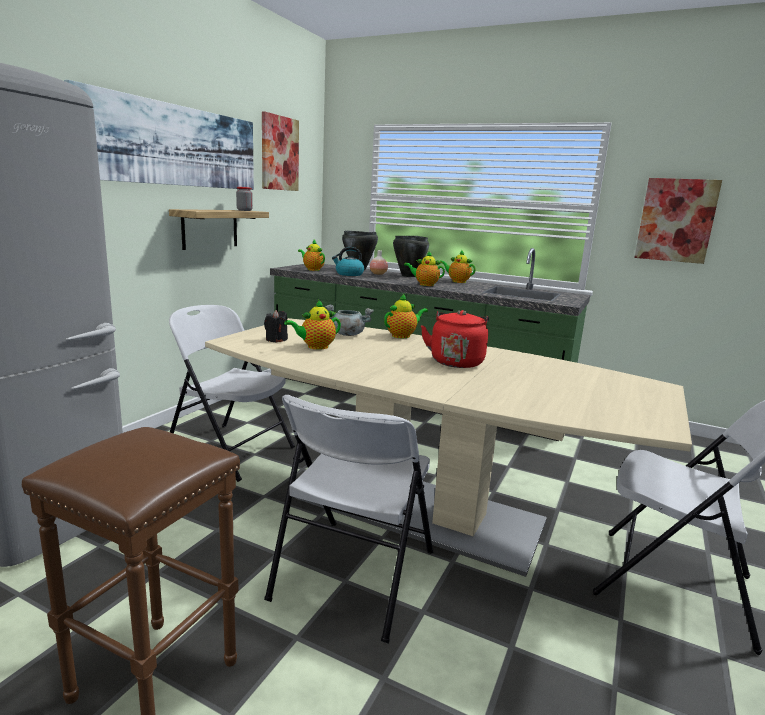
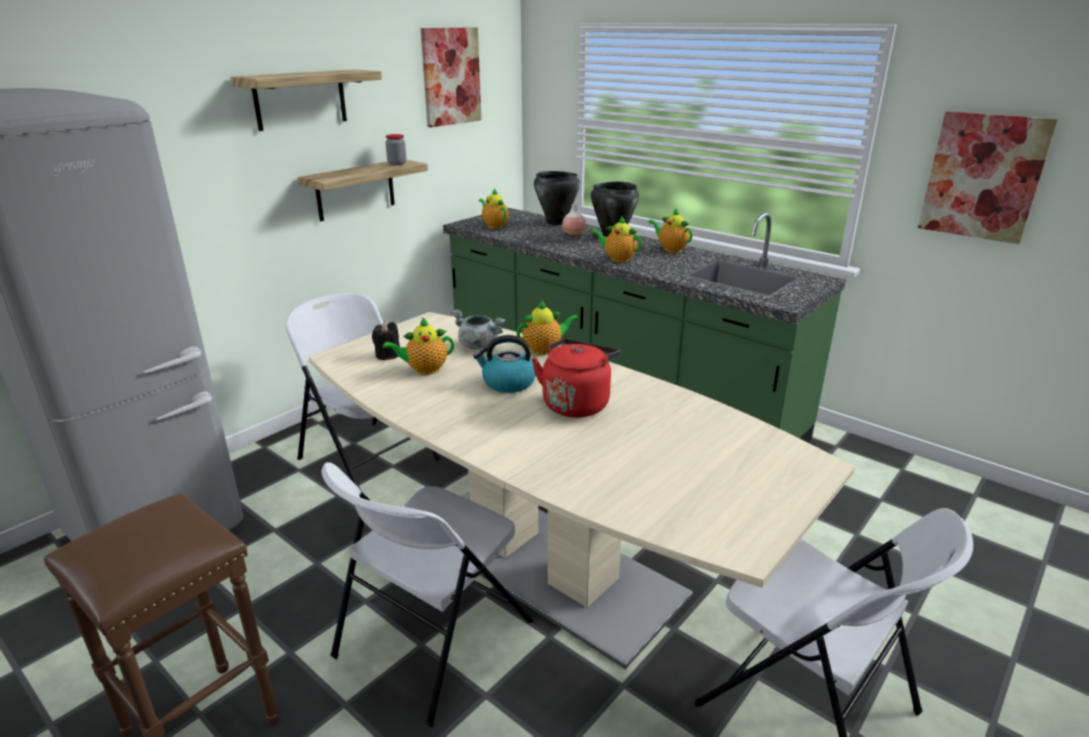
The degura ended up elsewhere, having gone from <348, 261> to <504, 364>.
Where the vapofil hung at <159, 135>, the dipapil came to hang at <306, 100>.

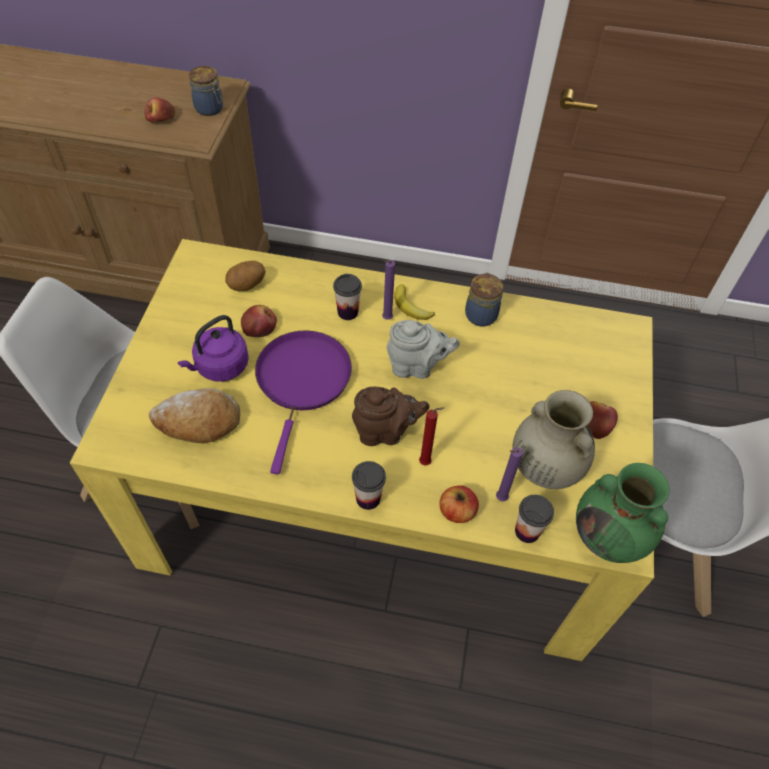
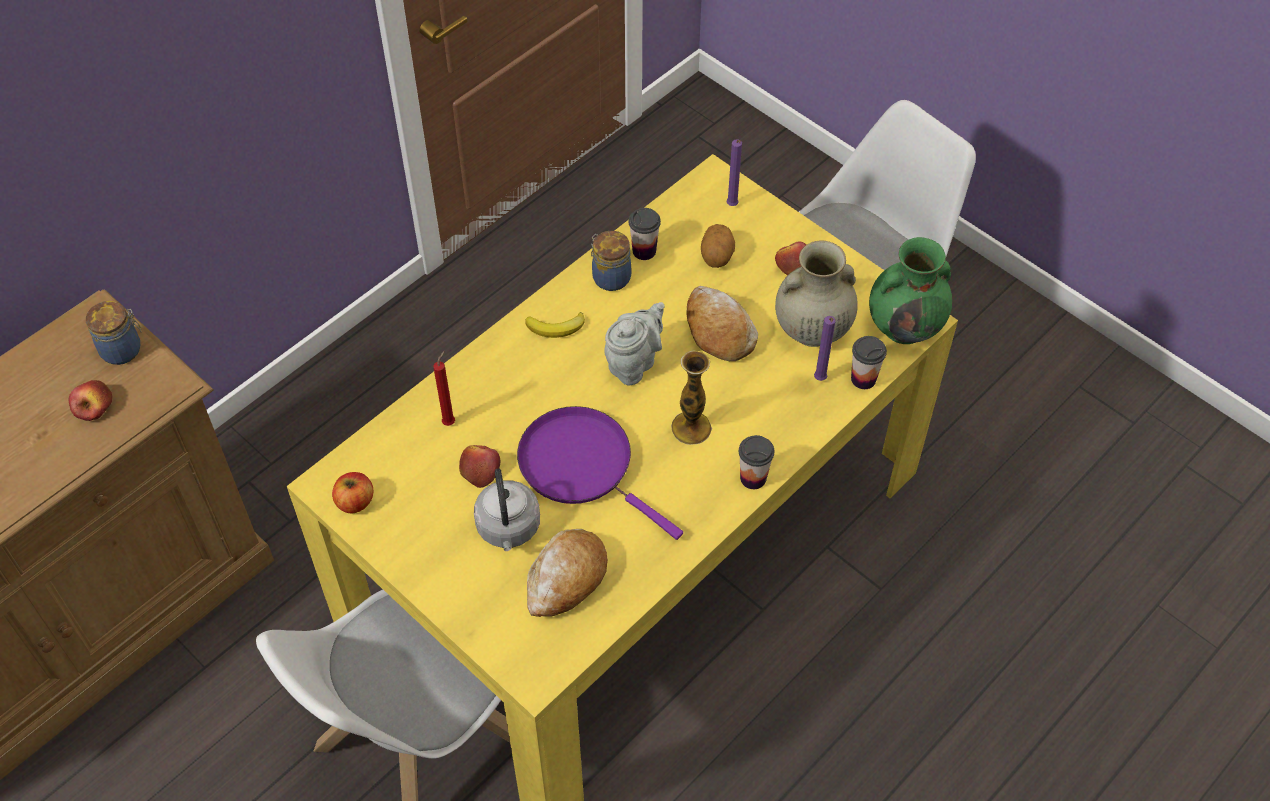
The second view gained the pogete at <722, 323>.
The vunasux ended up elsewhere, having gone from <246, 276> to <718, 246>.
The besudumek ended up elsewhere, having gone from <347, 297> to <645, 234>.
The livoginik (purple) ended up elsewhere, having gone from <388, 290> to <734, 172>.
The livoginik (red) ended up elsewhere, having gone from <431, 436> to <444, 388>.
The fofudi ended up elsewhere, having gone from <459, 504> to <352, 492>.
Where the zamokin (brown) stood at <391, 416>, the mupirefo came to stand at <691, 398>.
What was the degura (purple) at <213, 348> turned into the degura (grey) at <507, 509>.

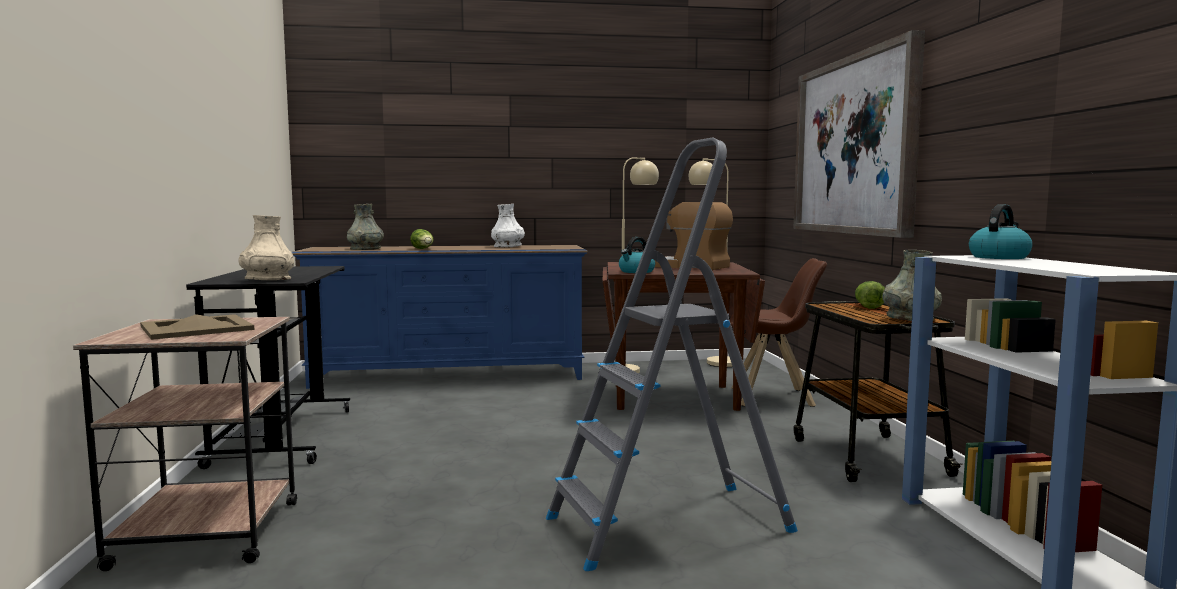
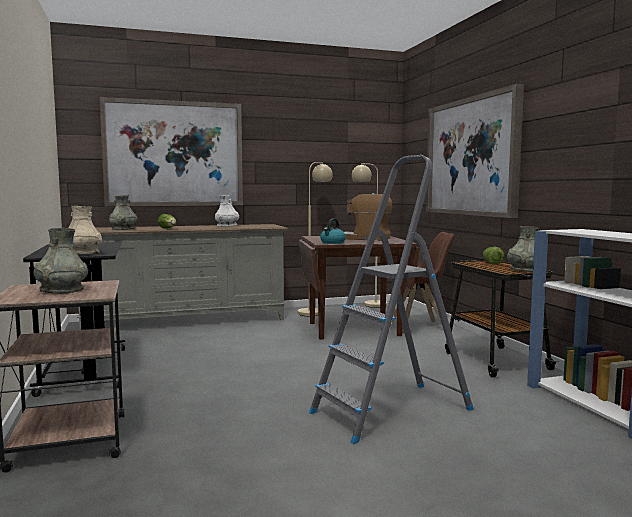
The second view lost the degura at <1001, 231>.
The second view gained the vapofil at <171, 152>.
Where the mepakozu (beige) stood at <197, 327>, the mupirefo (grey) came to stand at <60, 260>.
What was the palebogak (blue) at <440, 317> turned into the palebogak (grey) at <182, 277>.

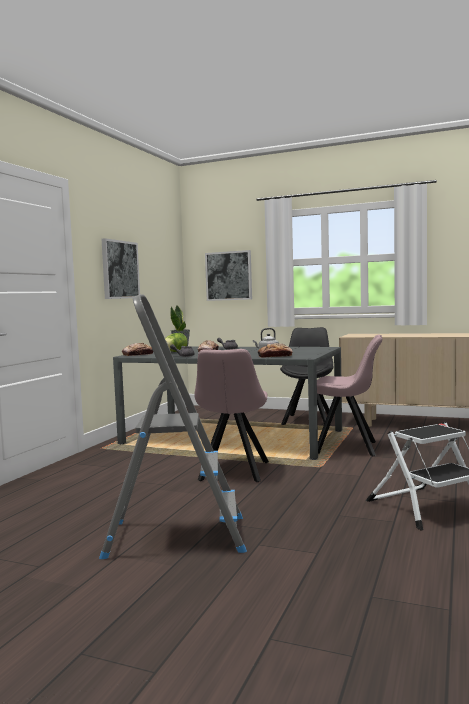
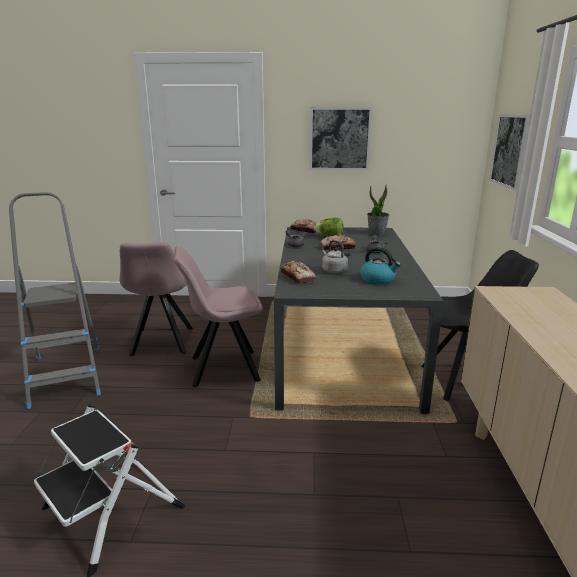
The second view gained the degura at <380, 265>.
The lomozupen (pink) ended up elsewhere, having gone from <349, 395> to <156, 299>.

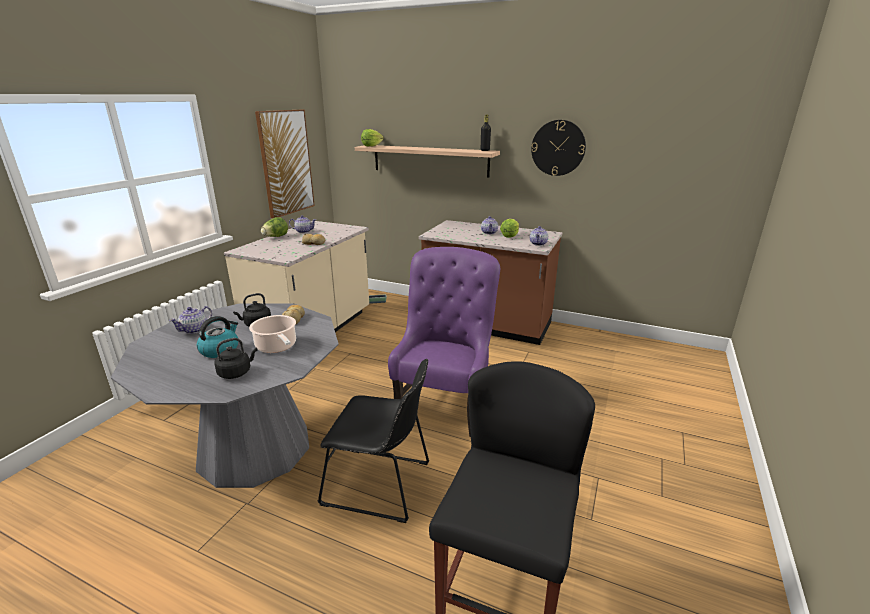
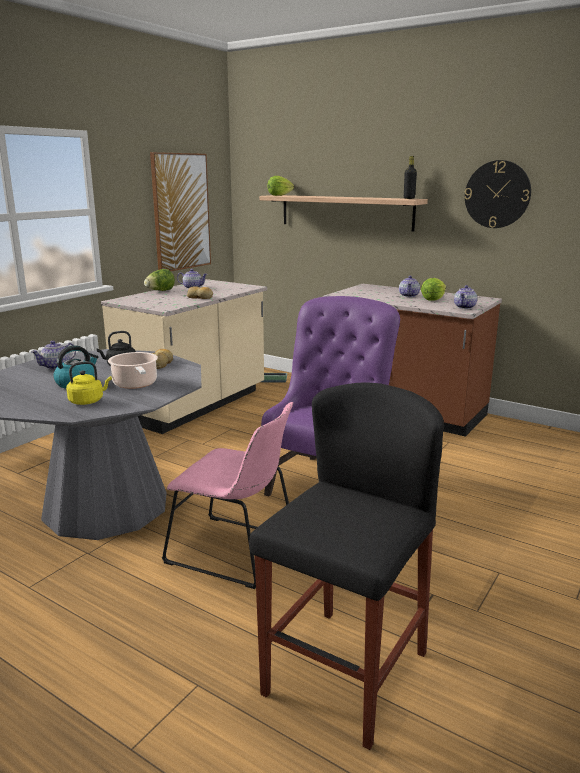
What was the degura (black) at <236, 358> turned into the degura (yellow) at <89, 383>.
What was the lomozupen (black) at <373, 441> turned into the lomozupen (pink) at <227, 495>.

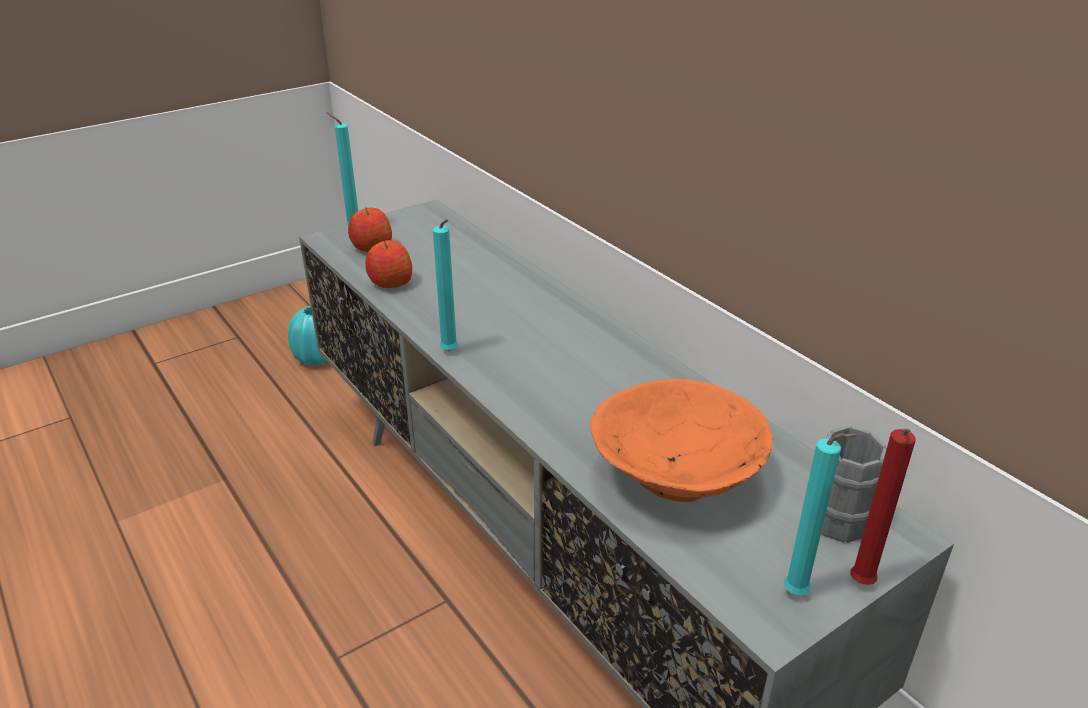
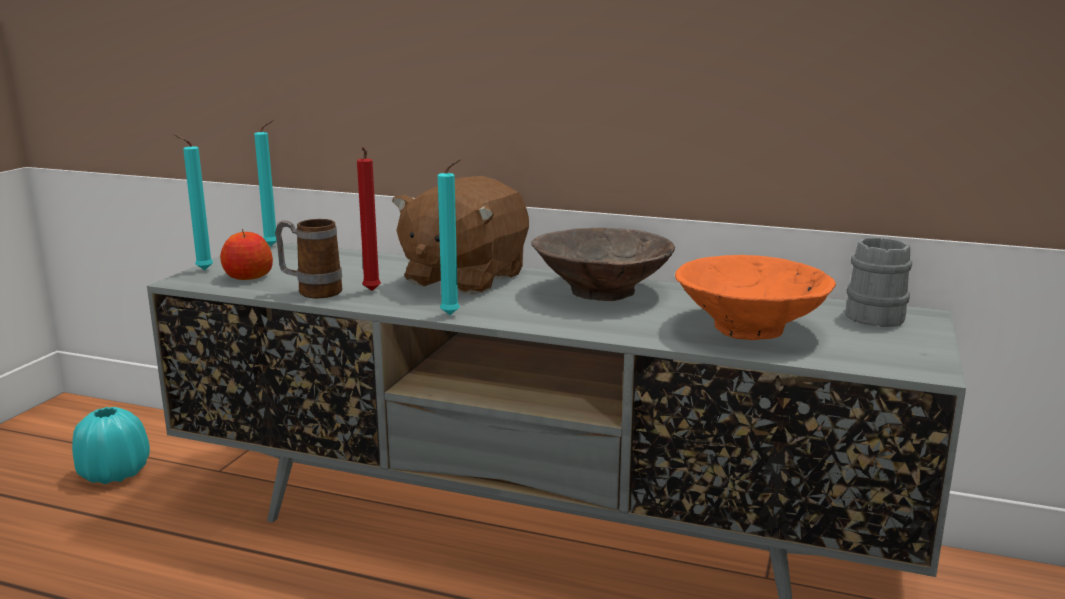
The second view gained the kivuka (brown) at <460, 235>.
The second view gained the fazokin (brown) at <603, 264>.
The livoginik (turquoise) ended up elsewhere, having gone from <821, 514> to <265, 183>.
The livoginik (red) ended up elsewhere, having gone from <883, 507> to <369, 219>.
Where the fofudi stood at <388, 264>, the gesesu came to stand at <308, 258>.

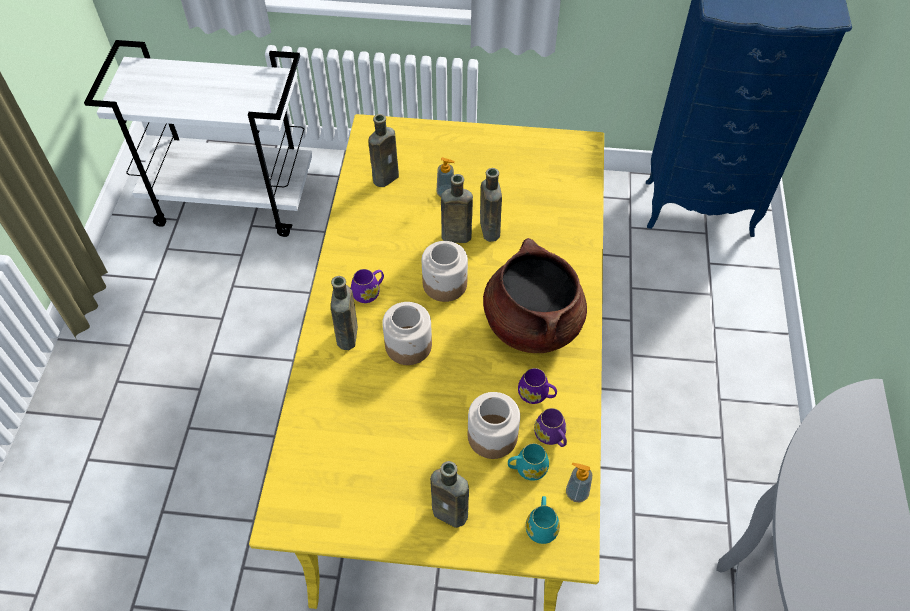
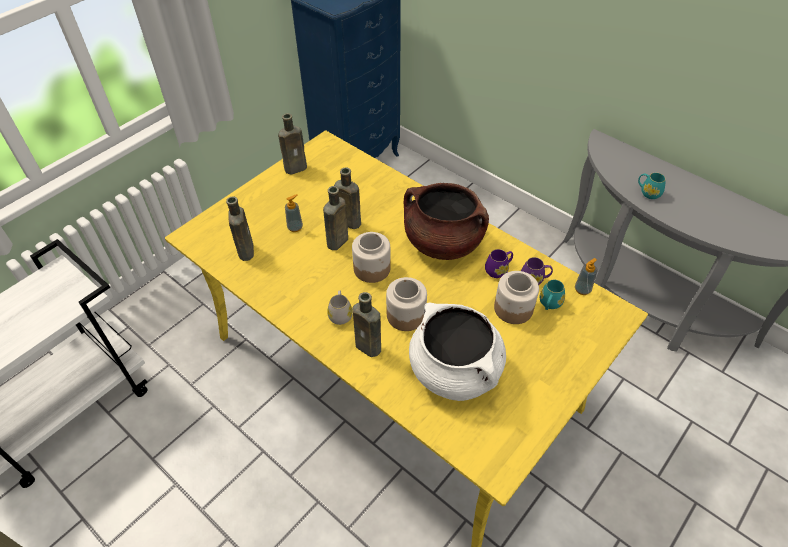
The second view gained the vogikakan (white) at <457, 352>.
The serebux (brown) ended up elsewhere, having gone from <449, 494> to <292, 144>.
The gesesu (turquoise) ended up elsewhere, having gone from <543, 520> to <651, 186>.
What was the gesesu (purple) at <367, 286> turned into the gesesu (white) at <340, 307>.

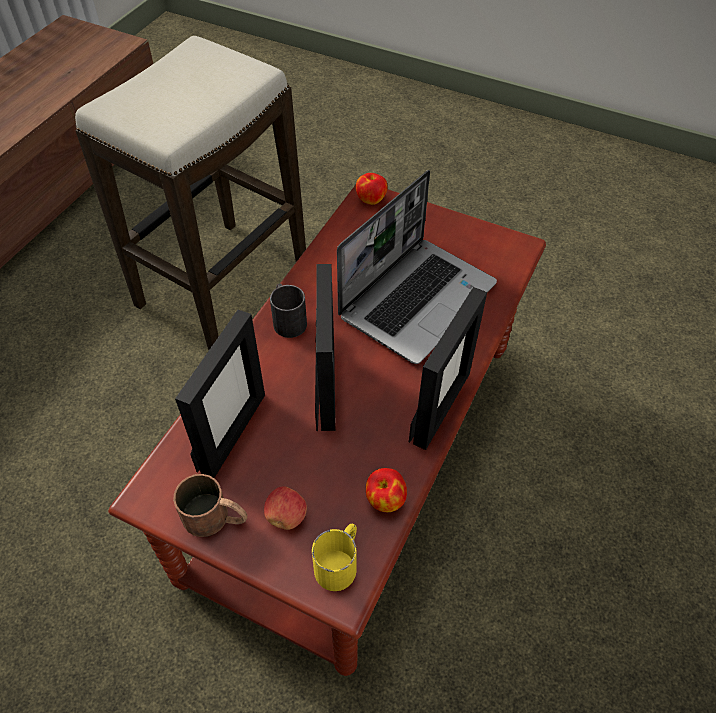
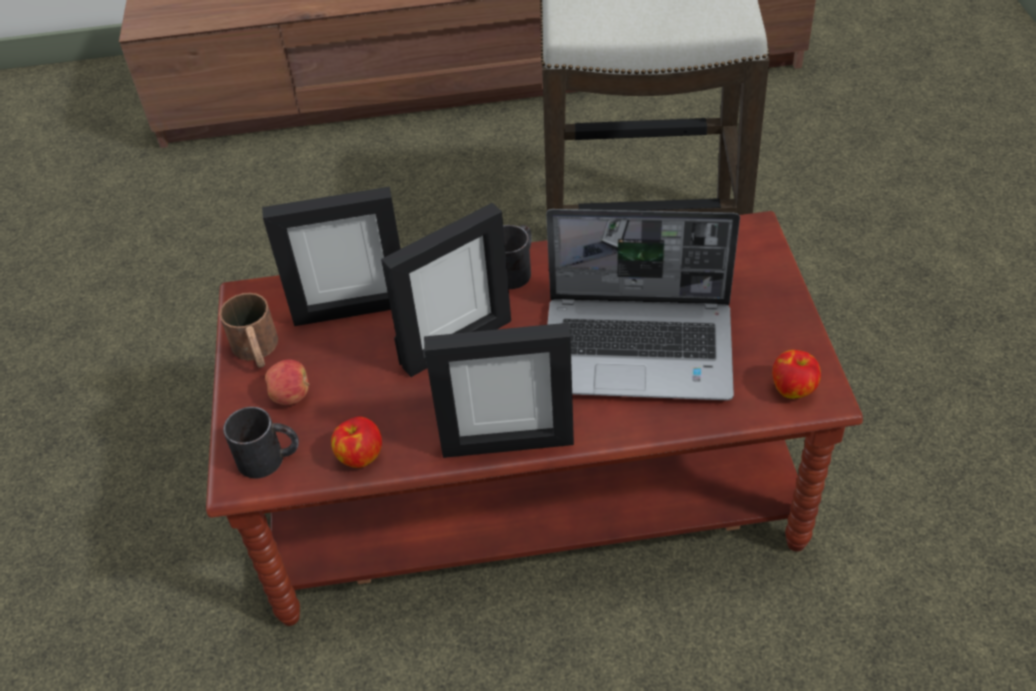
The fofudi ended up elsewhere, having gone from <372, 189> to <796, 374>.
What was the gesesu (yellow) at <334, 557> turned into the gesesu (black) at <261, 442>.

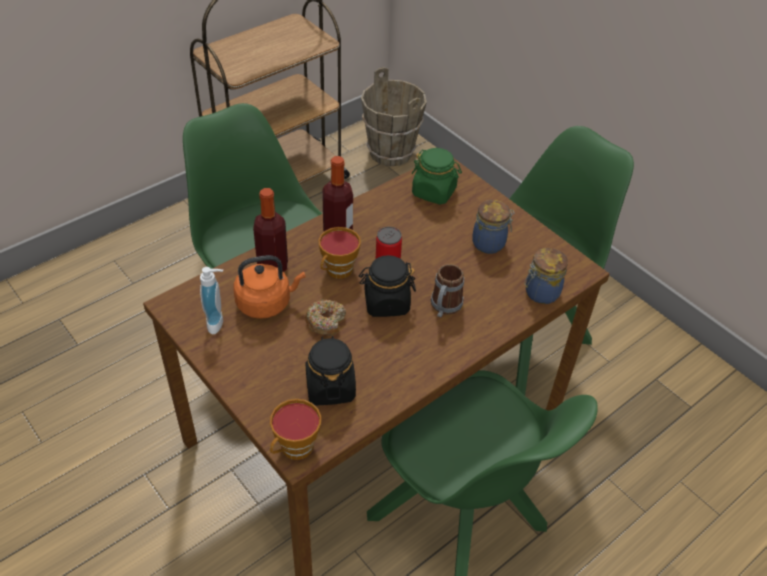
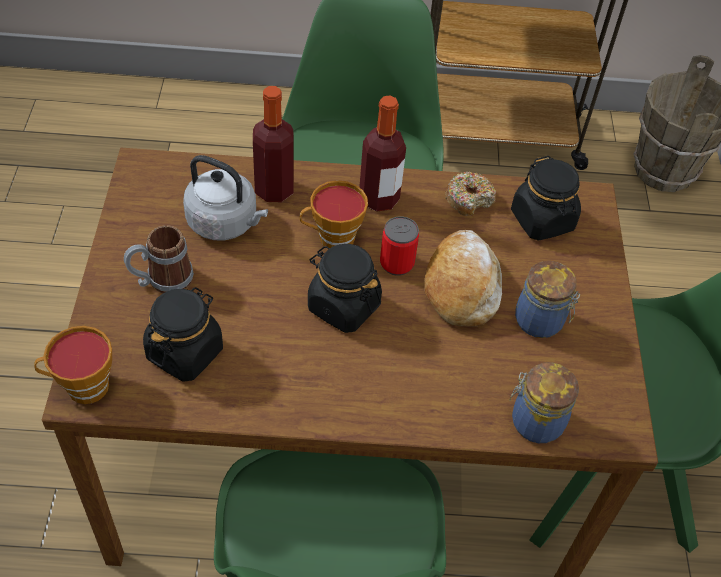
The second view lost the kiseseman at <211, 300>.
The second view gained the pogete at <463, 278>.
The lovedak ended up elsewhere, having gone from <325, 317> to <470, 193>.
The gesesu ended up elsewhere, having gone from <447, 290> to <159, 259>.
What was the degura (orange) at <269, 287> turned into the degura (grey) at <225, 197>.
What was the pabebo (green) at <437, 176> turned into the pabebo (black) at <546, 198>.

